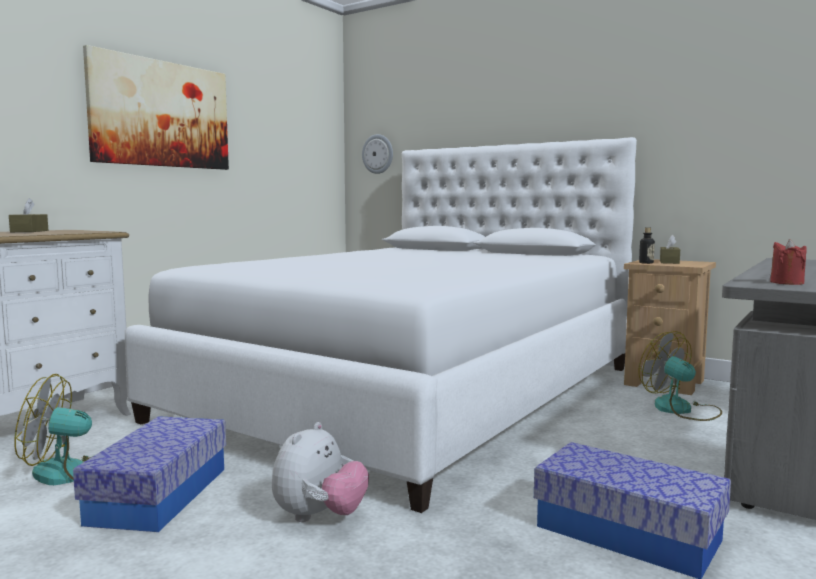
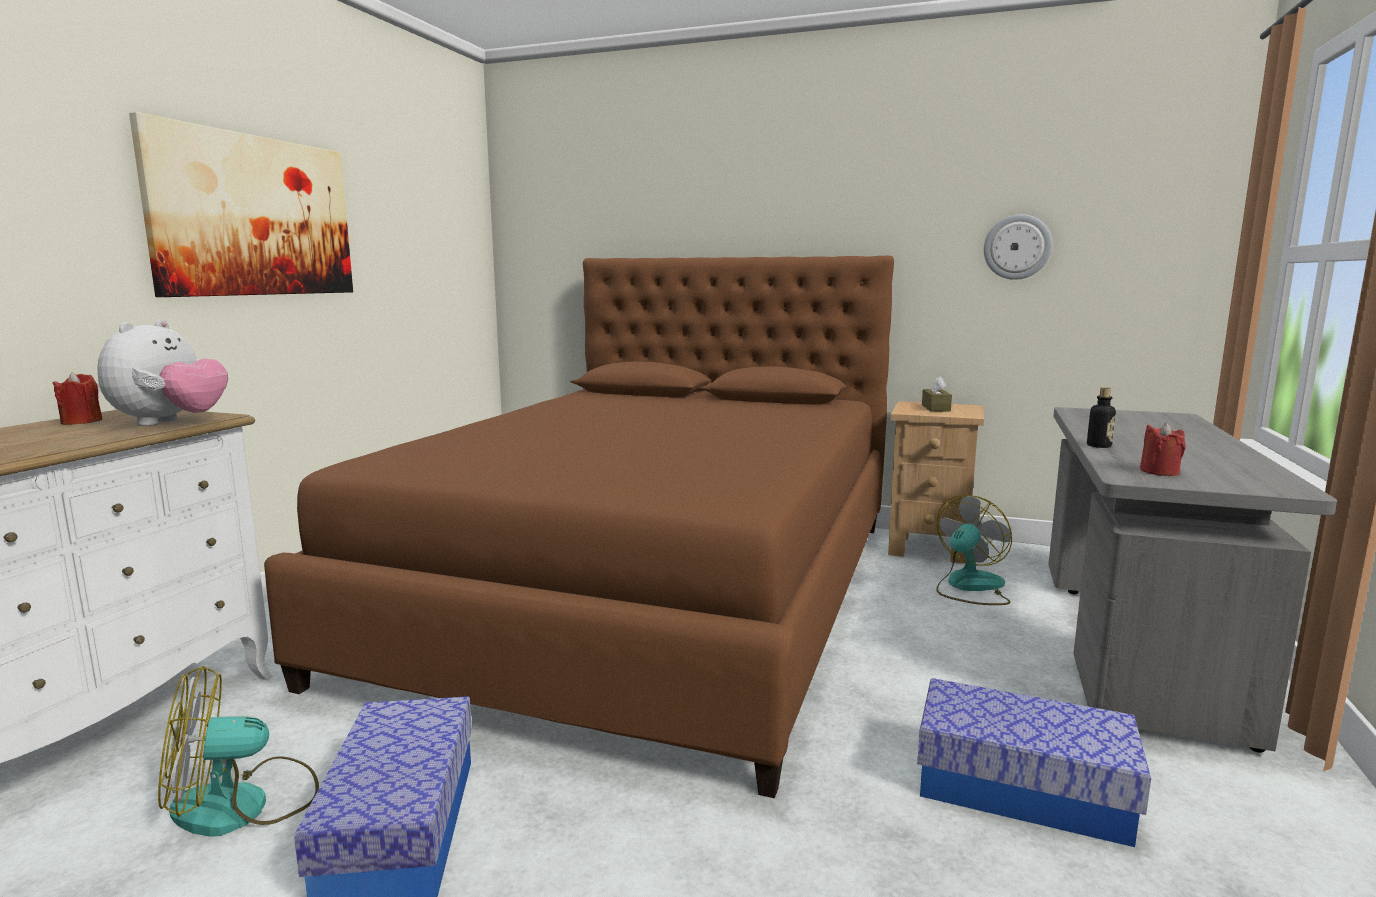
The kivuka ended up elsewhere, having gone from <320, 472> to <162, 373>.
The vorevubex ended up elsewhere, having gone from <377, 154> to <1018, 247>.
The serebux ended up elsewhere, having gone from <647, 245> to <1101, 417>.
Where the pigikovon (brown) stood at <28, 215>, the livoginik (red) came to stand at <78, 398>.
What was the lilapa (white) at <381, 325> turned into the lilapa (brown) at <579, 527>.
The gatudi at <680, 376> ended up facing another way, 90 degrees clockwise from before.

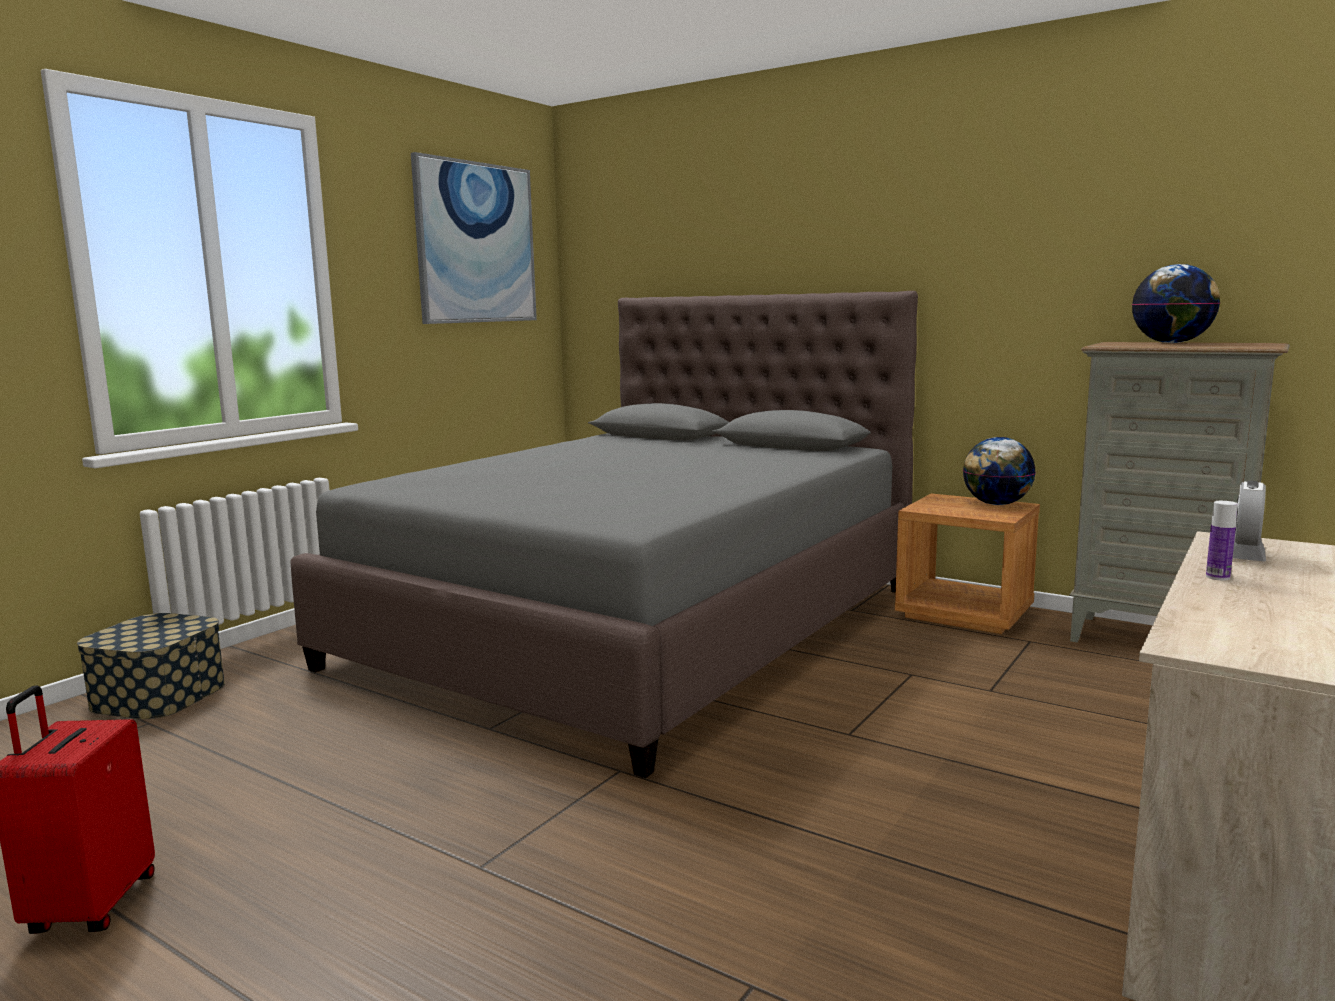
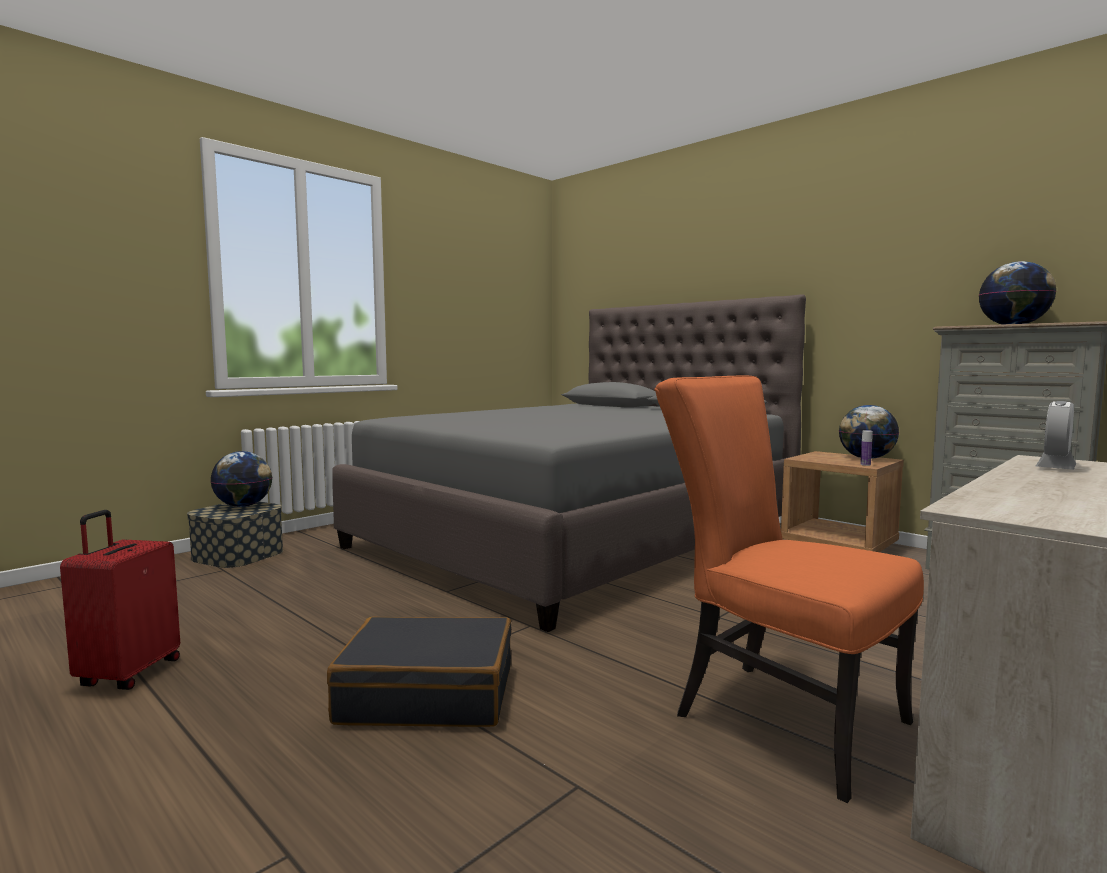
The second view lost the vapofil at <474, 238>.
The second view gained the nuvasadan at <241, 479>.
The second view gained the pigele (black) at <419, 672>.
The second view gained the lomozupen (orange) at <789, 589>.
The serebux ended up elsewhere, having gone from <1222, 541> to <866, 448>.

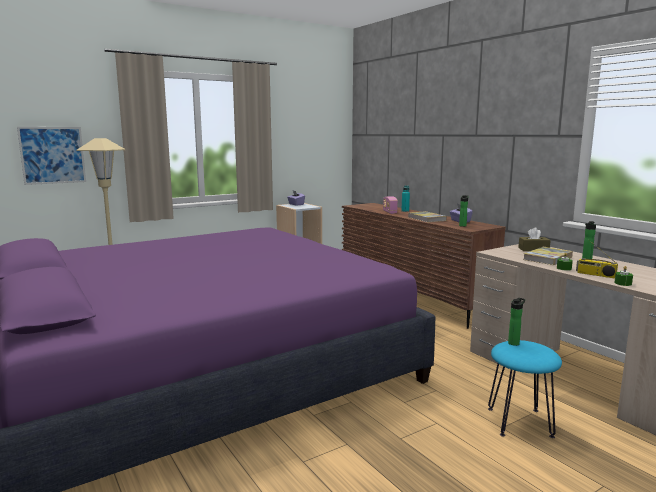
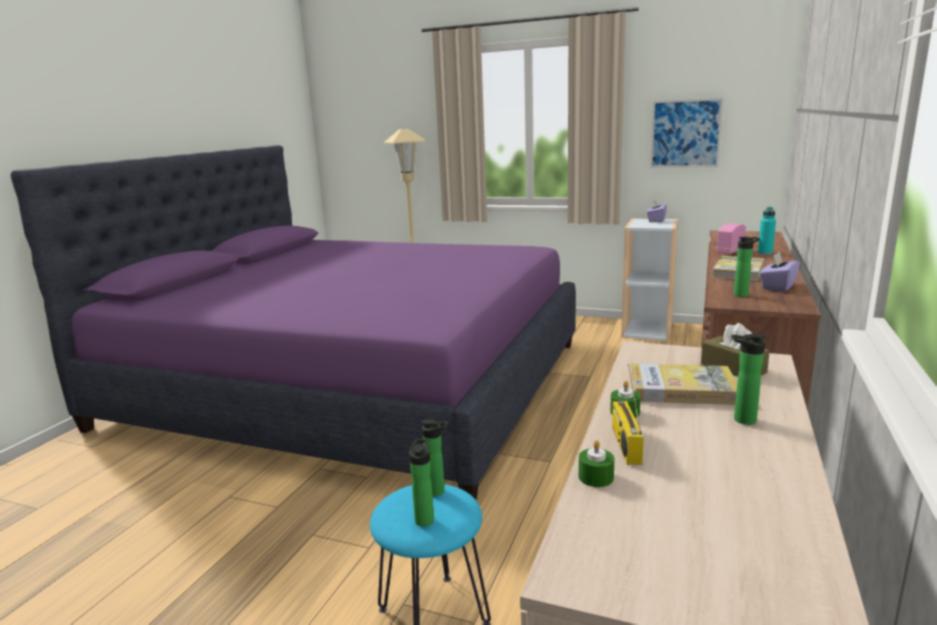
The second view gained the serebux at <421, 483>.
The vapofil ended up elsewhere, having gone from <51, 156> to <686, 133>.

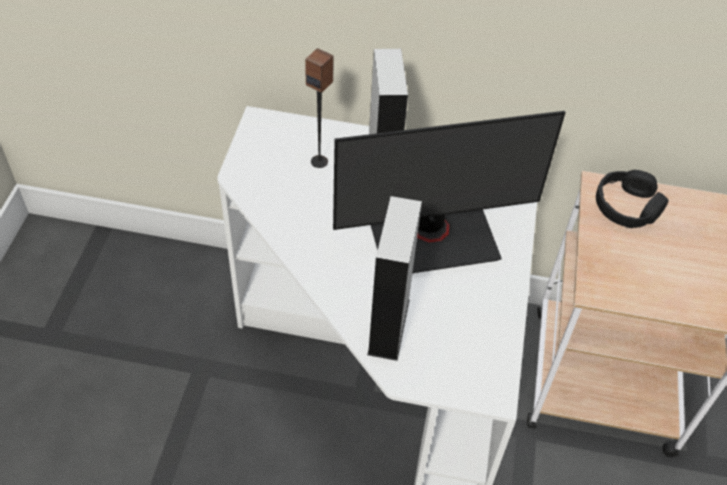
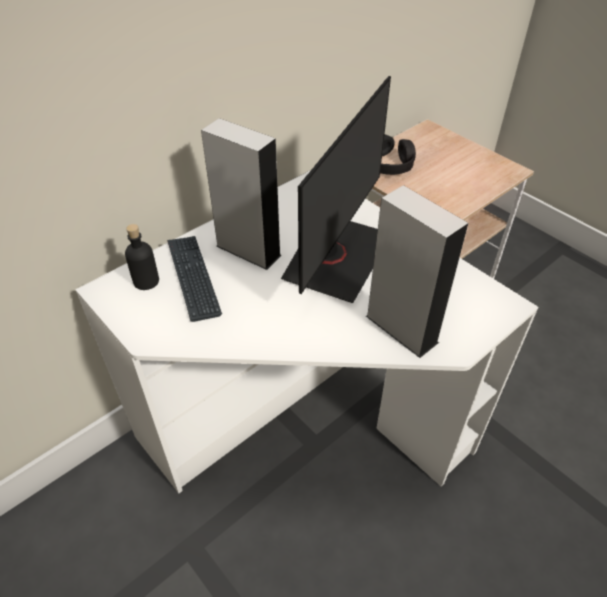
The second view gained the serebux (black) at <142, 257>.
Where the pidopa stood at <319, 108>, the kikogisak came to stand at <194, 279>.

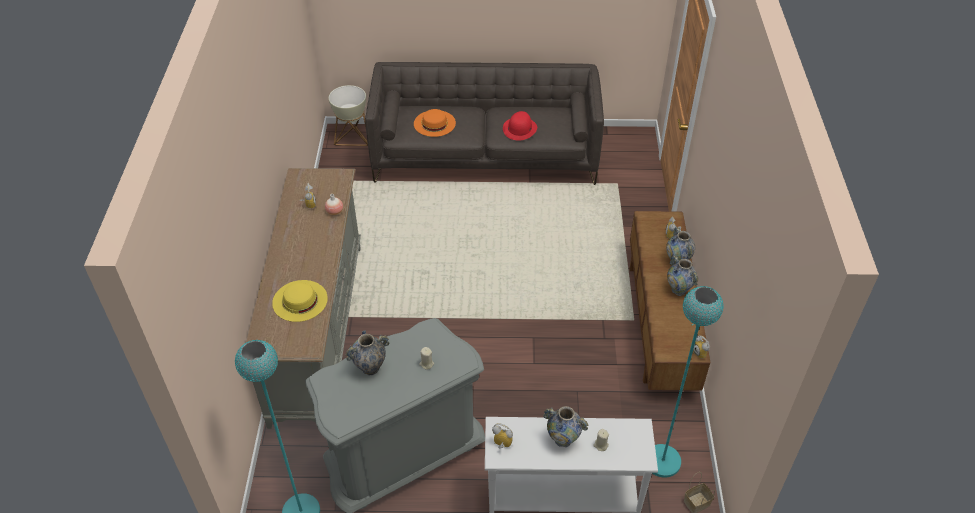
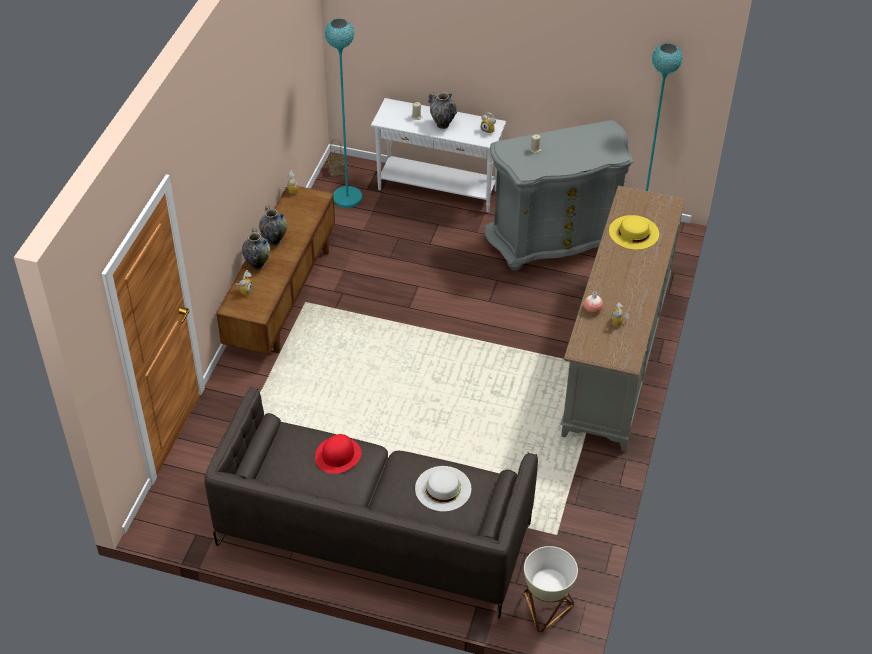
The second view lost the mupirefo at <367, 353>.
What was the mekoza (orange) at <435, 123> turned into the mekoza (white) at <443, 489>.

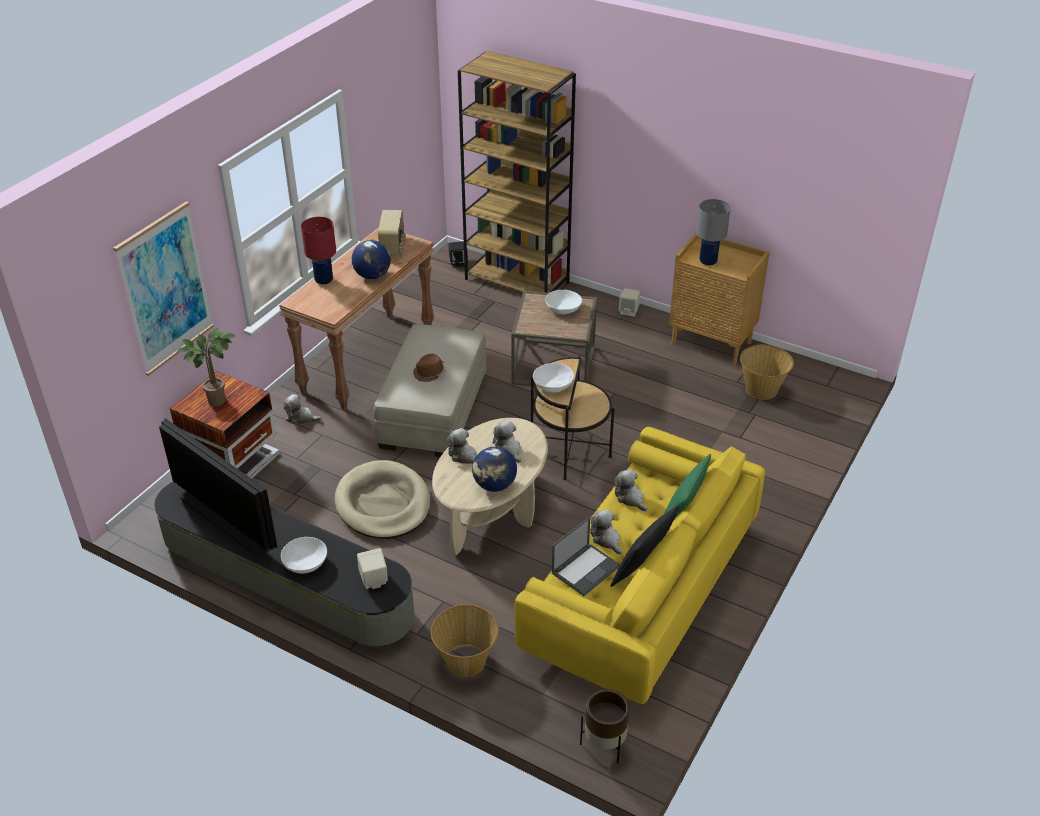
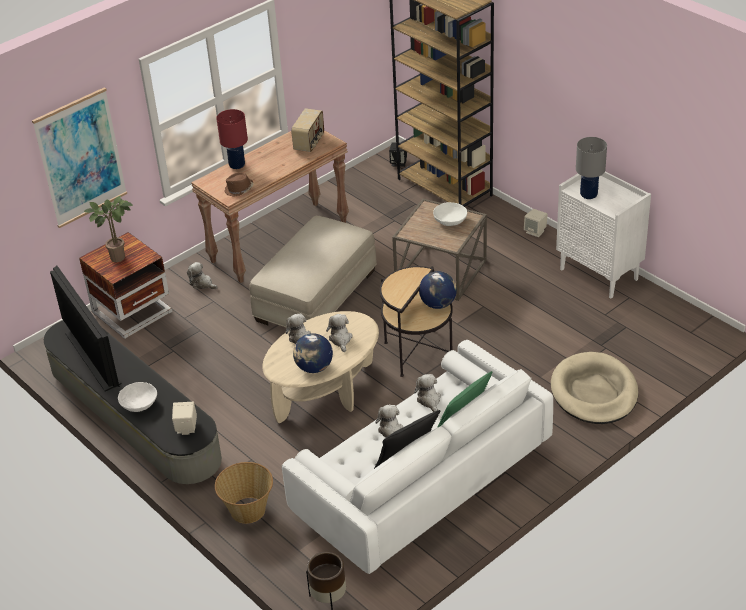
The second view lost the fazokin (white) at <553, 377>.
The second view lost the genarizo at <586, 556>.
The second view lost the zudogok at <767, 372>.
The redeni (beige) ended up elsewhere, having gone from <383, 499> to <594, 388>.
The nuvasadan ended up elsewhere, having gone from <371, 259> to <438, 290>.
The mekoza (brown) ended up elsewhere, having gone from <429, 368> to <238, 184>.
What was the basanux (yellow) at <640, 565> turned into the basanux (white) at <417, 457>.
What was the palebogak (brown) at <719, 299> turned into the palebogak (white) at <603, 235>.

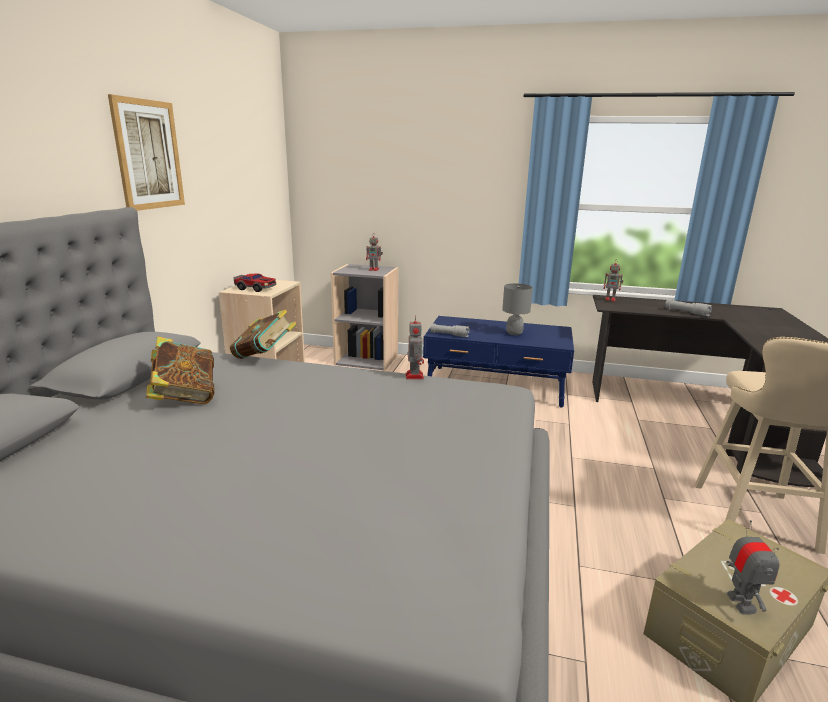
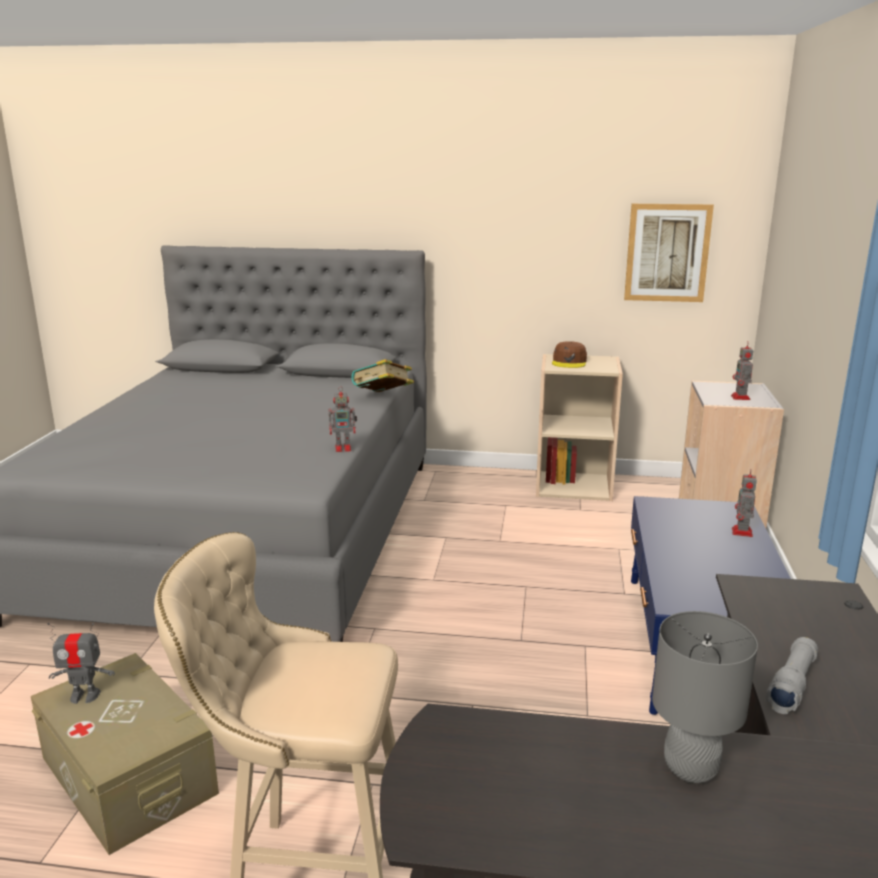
The second view lost the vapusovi at <180, 370>.
The second view lost the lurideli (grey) at <449, 330>.
The vapofil ended up elsewhere, having gone from <146, 152> to <669, 253>.
The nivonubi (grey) ended up elsewhere, having gone from <517, 309> to <705, 697>.
The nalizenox ended up elsewhere, having gone from <613, 280> to <744, 503>.
Where the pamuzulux stood at <255, 282>, the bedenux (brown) came to stand at <569, 354>.

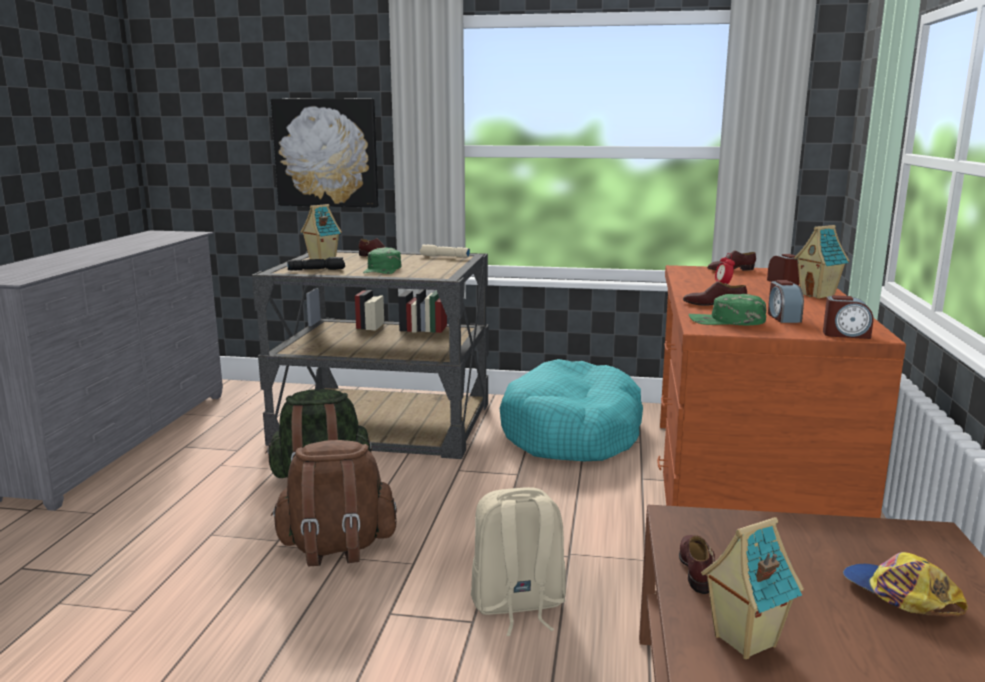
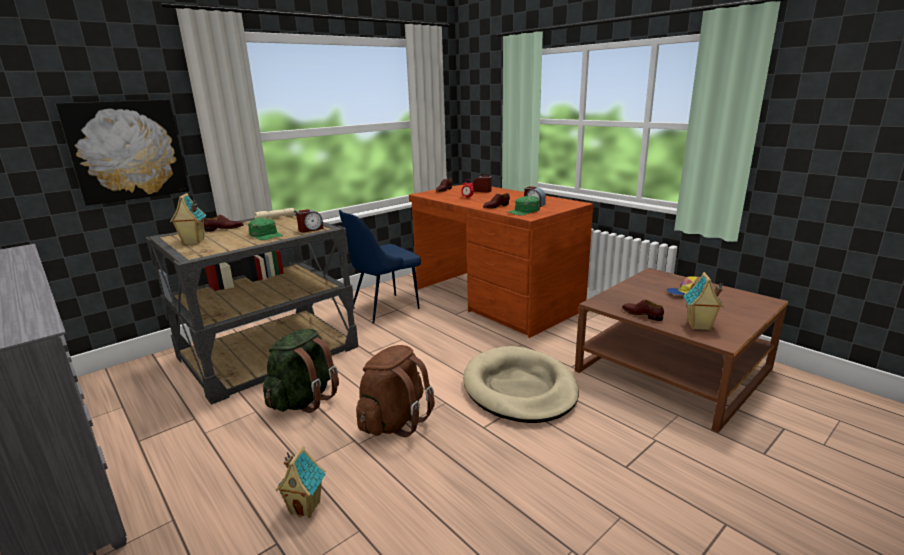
The second view lost the lurideli (black) at <316, 264>.
The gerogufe ended up elsewhere, having gone from <821, 262> to <300, 482>.
The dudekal ended up elsewhere, having gone from <848, 317> to <309, 221>.
Where the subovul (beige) stood at <518, 561>, the redeni (beige) came to stand at <521, 384>.
Where the redeni (turquoise) stood at <571, 410>, the lomozupen (blue) came to stand at <380, 267>.

